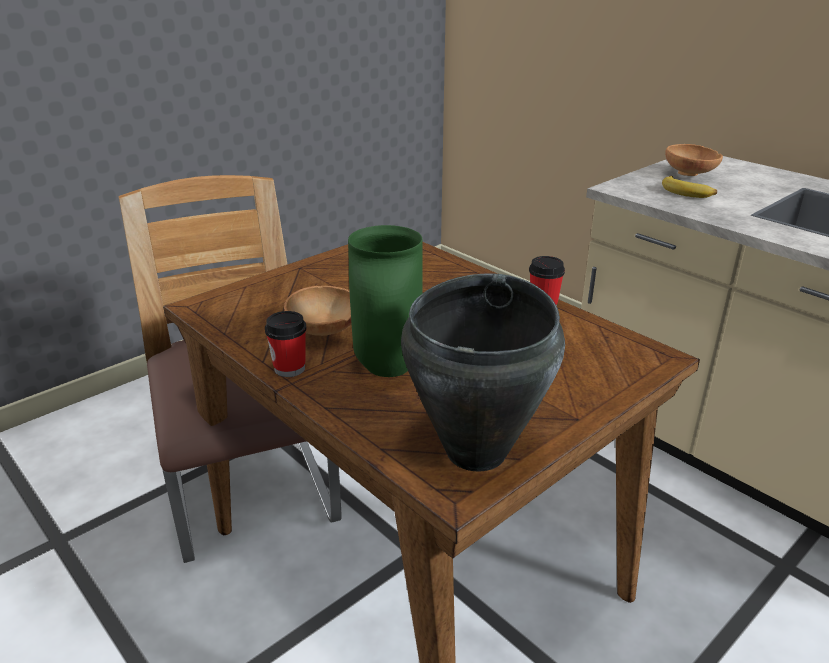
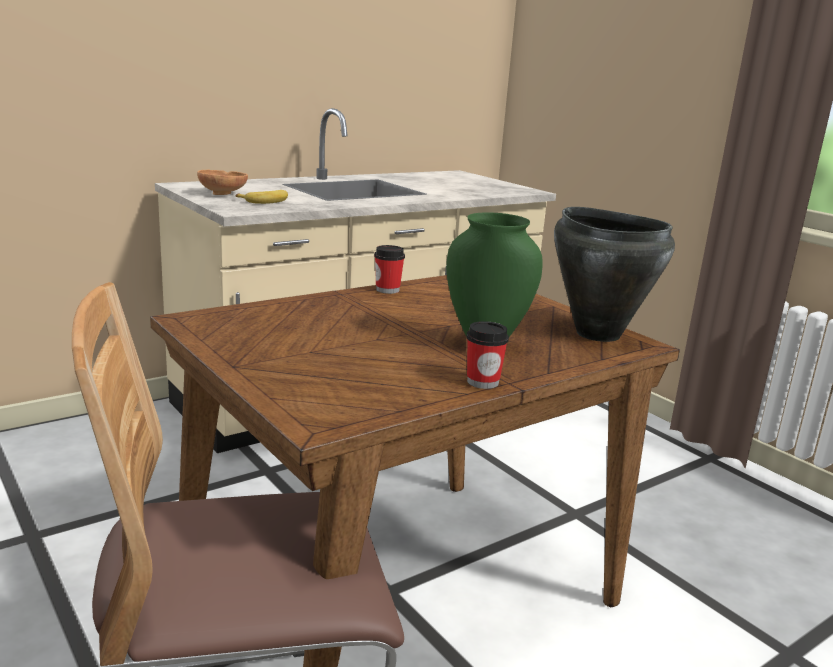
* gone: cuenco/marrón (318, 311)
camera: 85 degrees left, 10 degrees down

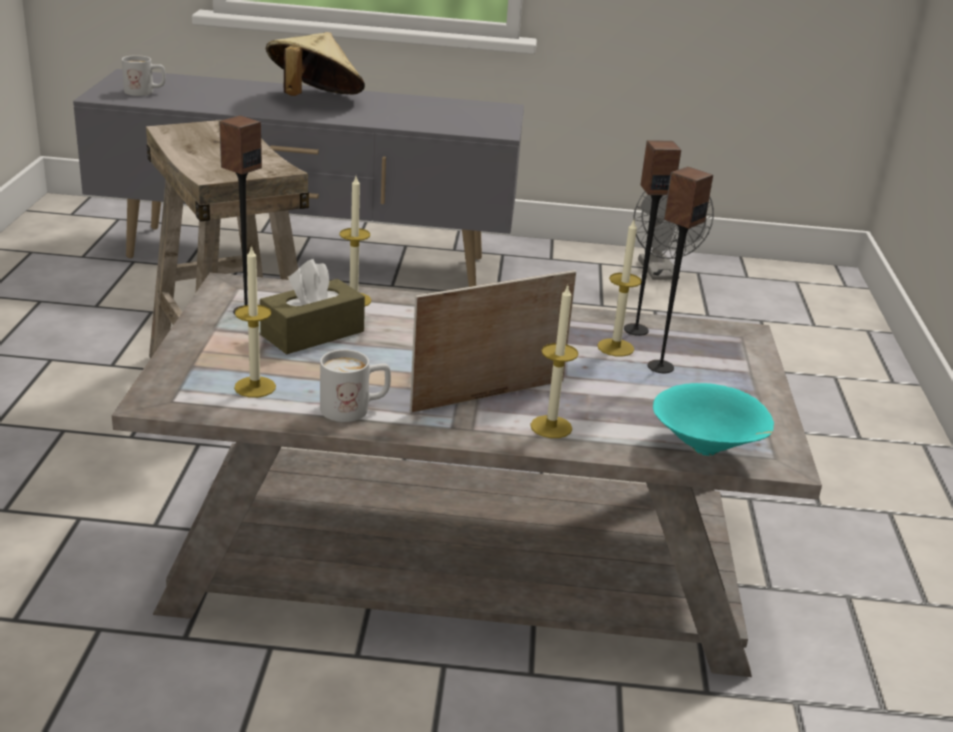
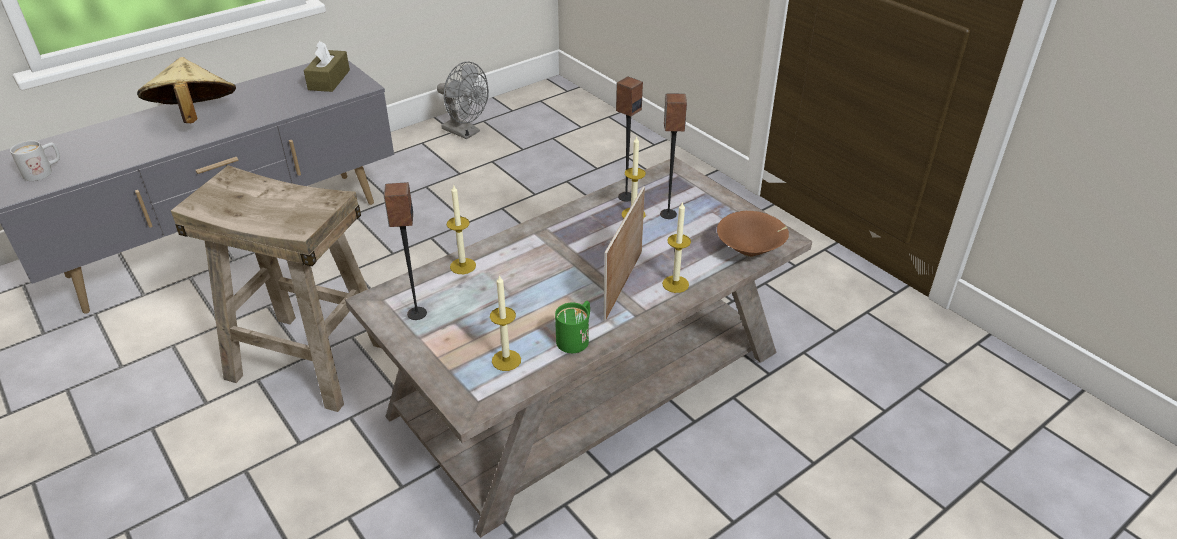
* shifted: caja de pañuelos/marrón (312, 307) to (327, 66)
* repainted: taza grande/blanco (355, 385) to taza grande/verde (572, 327)
* repainted: cuenco/turquesa (713, 419) to cuenco/marrón (753, 234)
camera: 40 degrees left, 10 degrees up

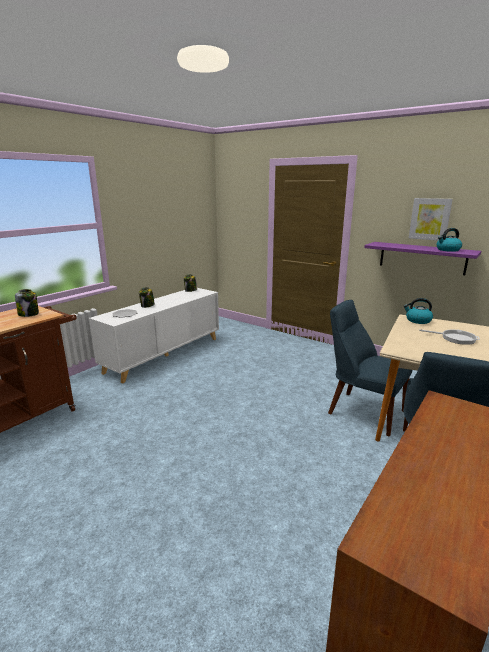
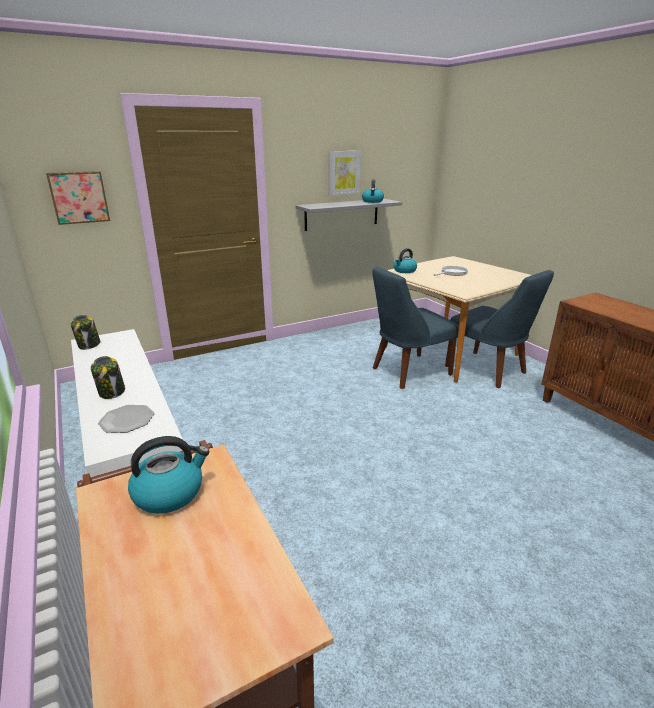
* new: cuadro (78, 198)
* swapped: tarro (27, 303) to hervidor (168, 475)
* repainted: estante/morado (422, 258) to estante/gris (349, 215)
camera: 65 degrees left, 5 degrees up

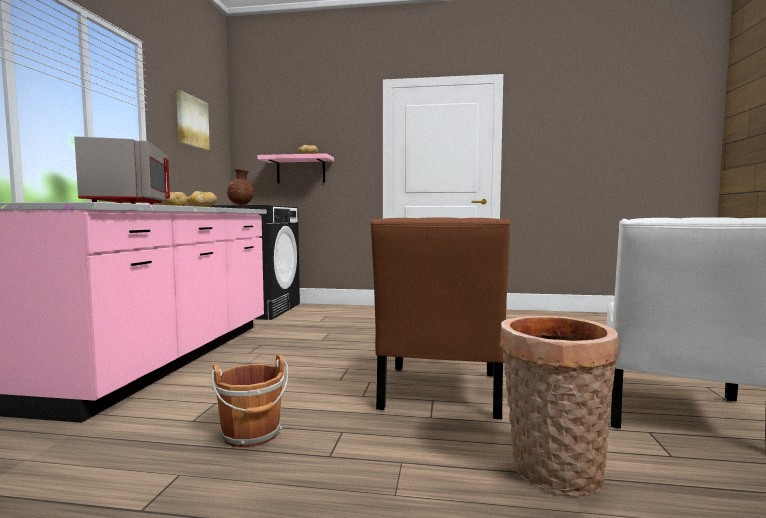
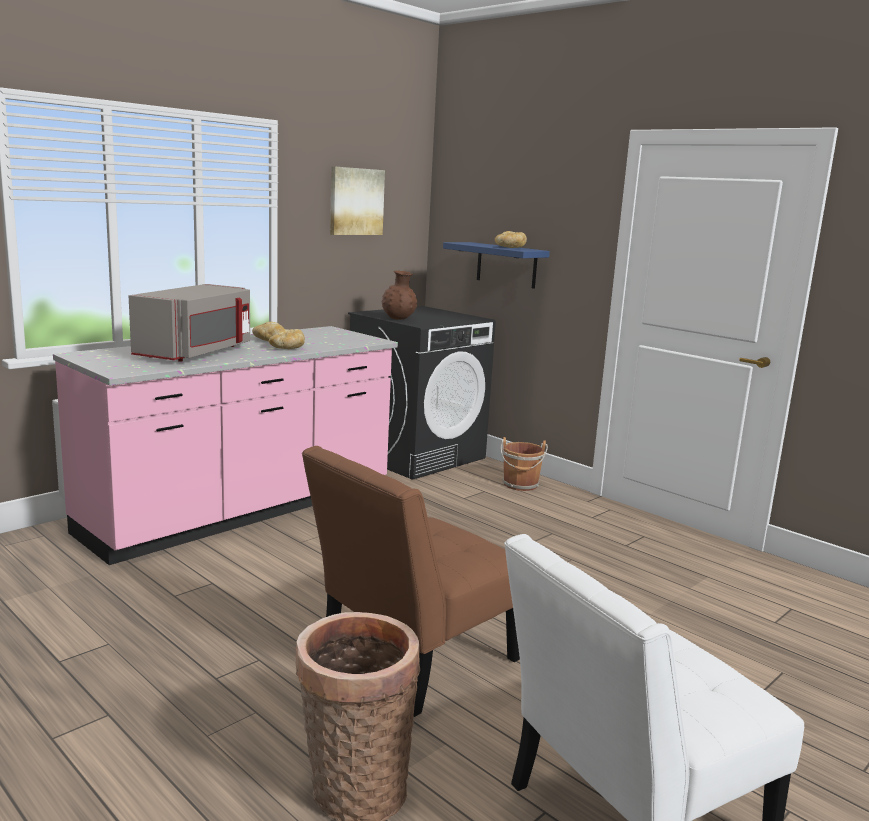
* repainted: estante/rosa (295, 168) to estante/azul (496, 265)
* shifted: cubo/marrón (249, 401) to (524, 464)
camera: 35 degrees right, 10 degrees up

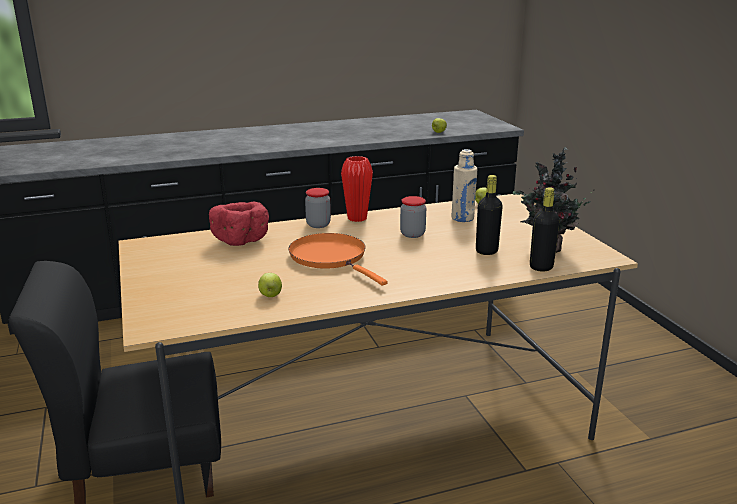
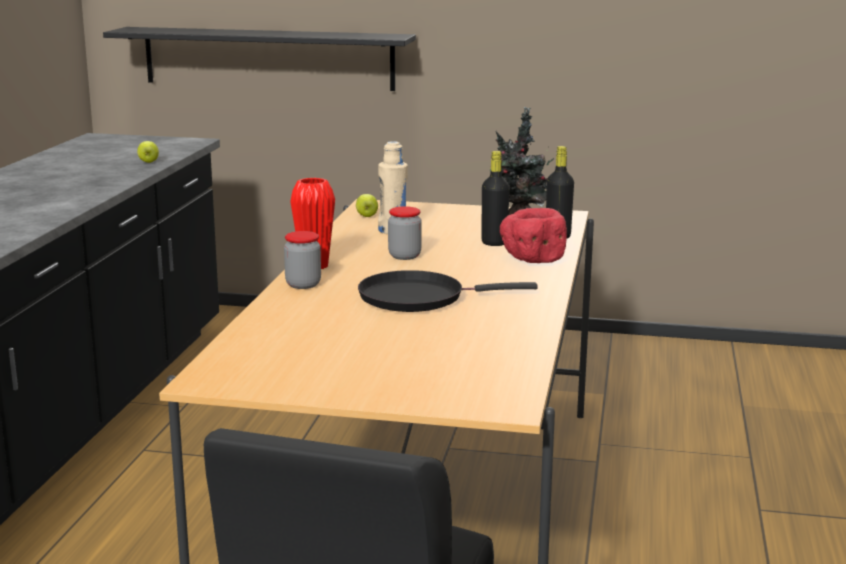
* new: estante/negro (259, 59)
* repainted: sartén/naranja (338, 259) to sartén/negro (448, 291)
* shifted: cuenco/rojo (239, 223) to (533, 235)
* gone: manzana (270, 285)
camera: 60 degrees left, 5 degrees down

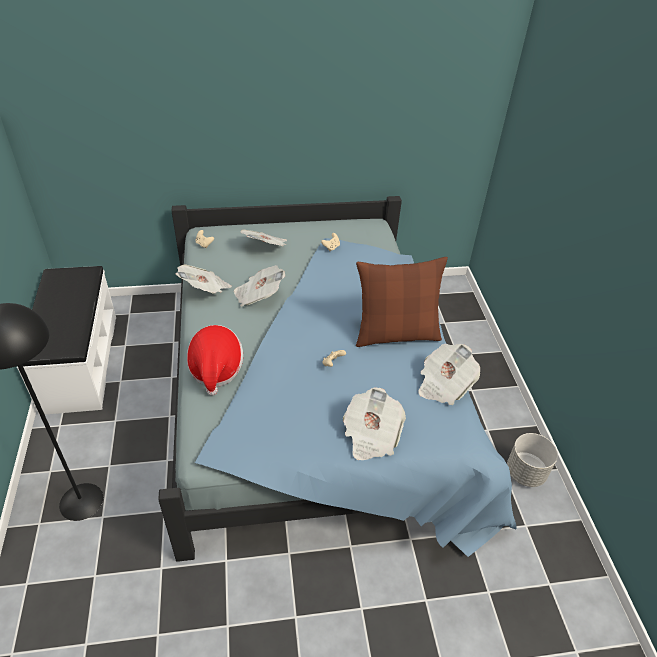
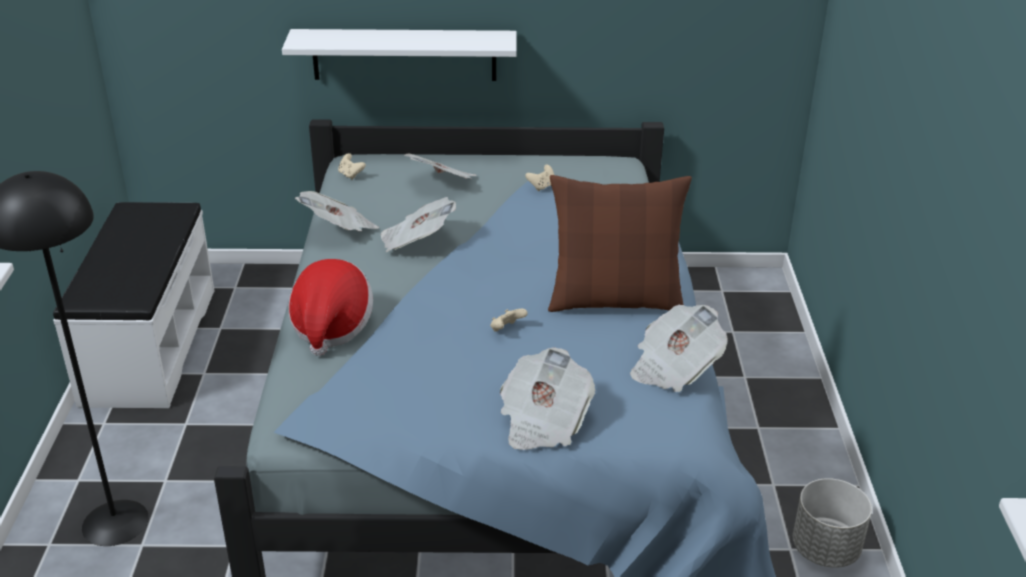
* new: estante/blanco (399, 55)
camera: 10 degrees right, 10 degrees down

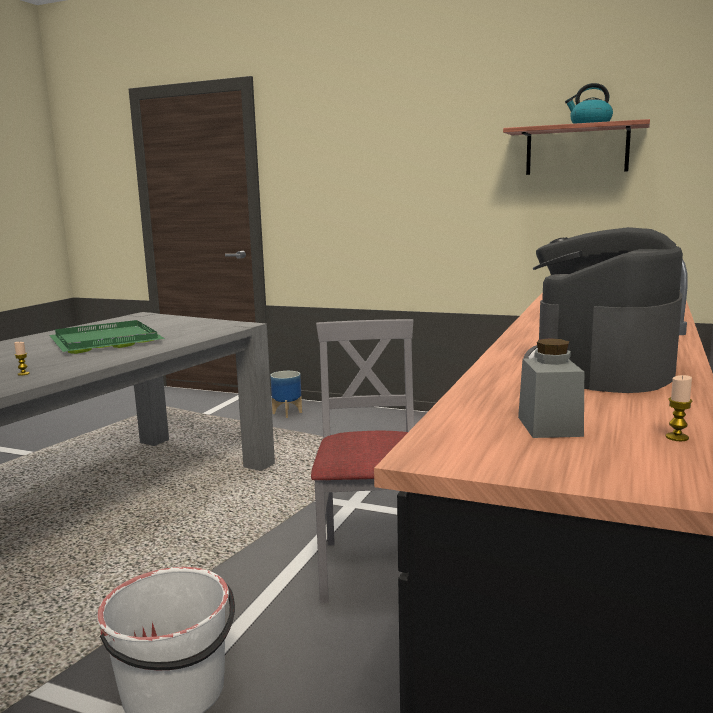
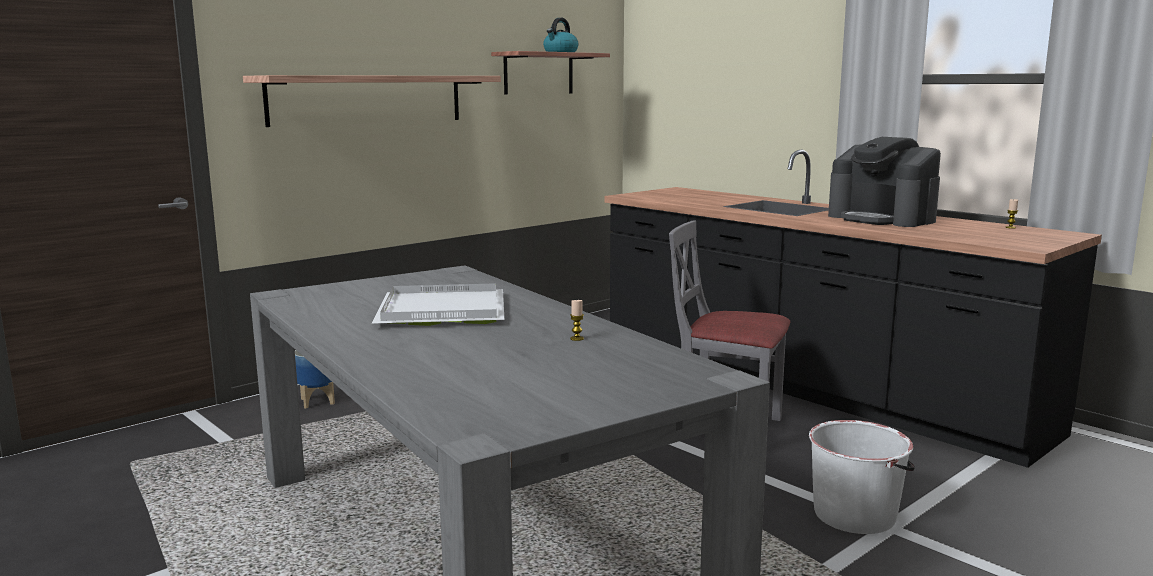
* new: estante (372, 101)
* repainted: bandeja/verde (107, 337) to bandeja/blanco (438, 304)
* gone: tarro/gris (551, 388)
camera: 65 degrees left, 0 degrees up

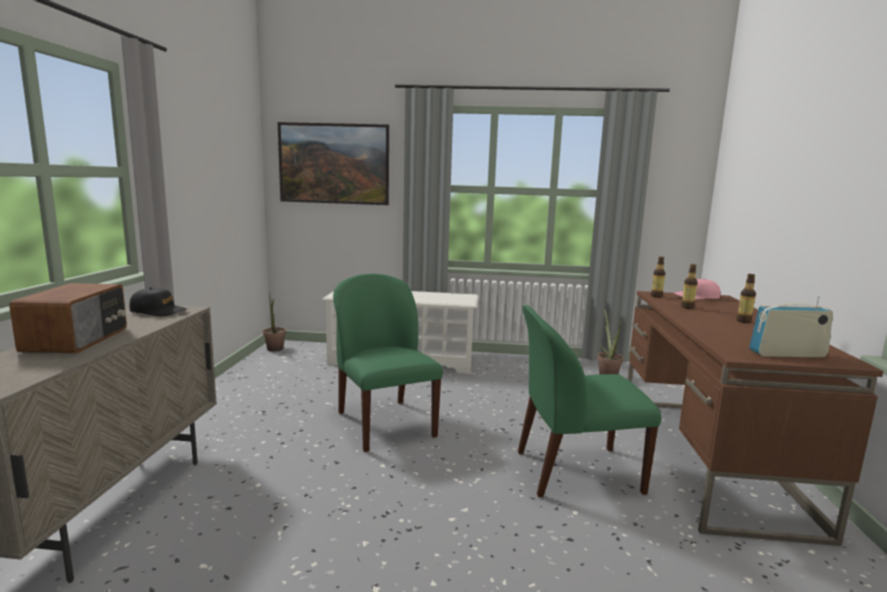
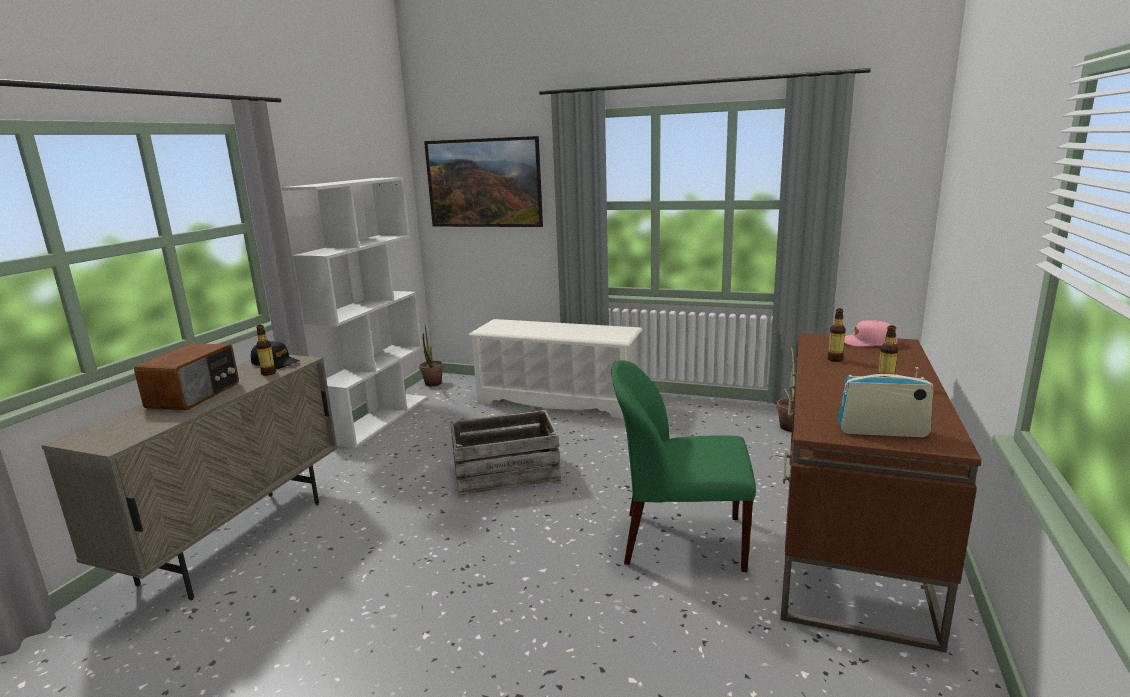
* shifted: botella (658, 277) to (266, 350)
* new: estantería/blanco (354, 312)
* swapped: silla/verde (388, 363) to caja de embalaje (505, 454)
camera: 15 degrees right, 5 degrees up

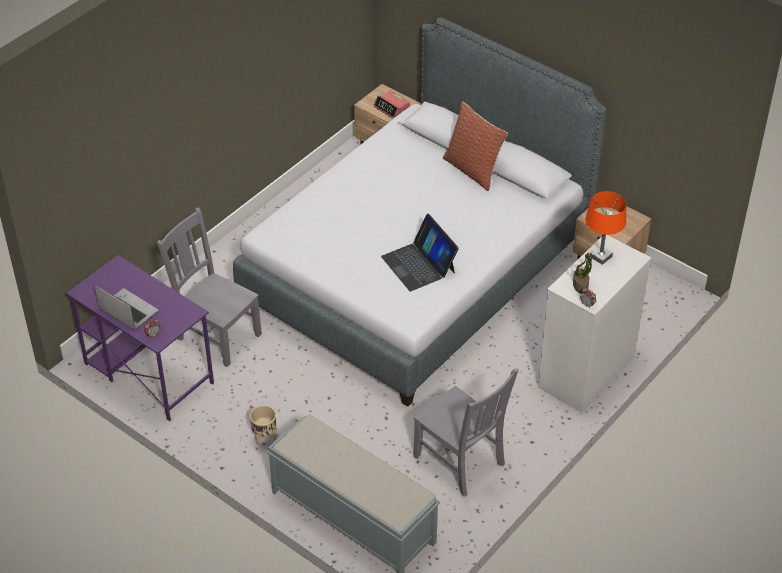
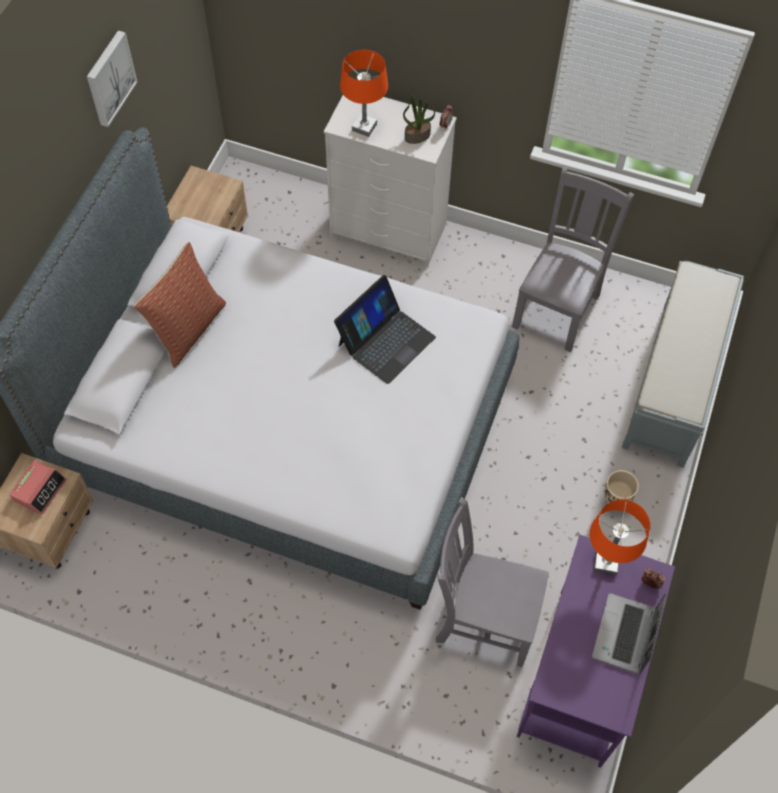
* new: cuadro (112, 79)
* rotated: silla/gris (209, 287) = (492, 582) 90 degrees clockwise
* new: lámpara de mesa/naranja (620, 537)
camera: 110 degrees left, 15 degrees up

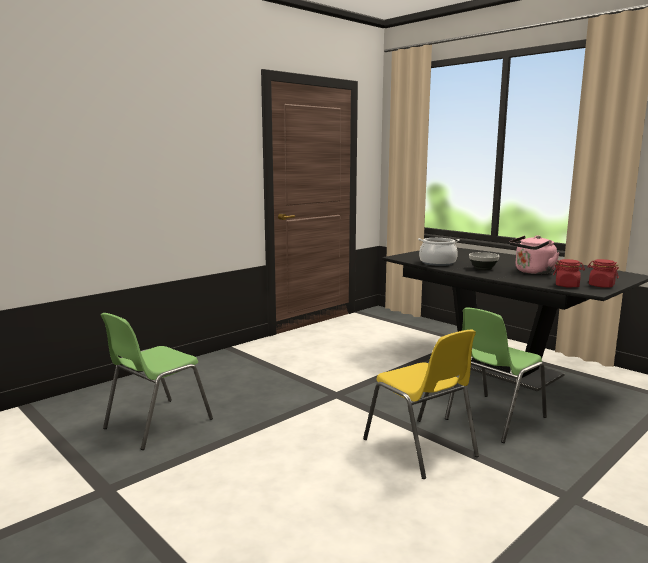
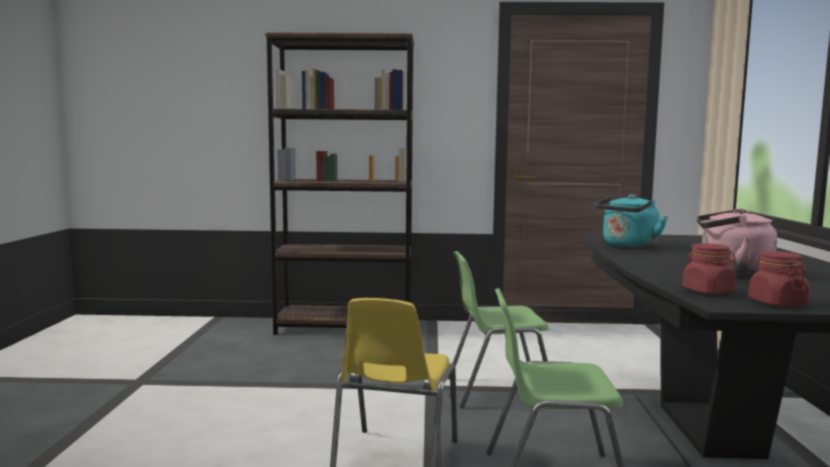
* new: estantería/marrón (340, 183)
* shifted: silla/verde (157, 381) to (498, 329)
* swapped: olla (439, 252) to hervidor/turquesa (631, 221)
* gone: cuenco (484, 261)
camera: 45 degrees right, 5 degrees down

